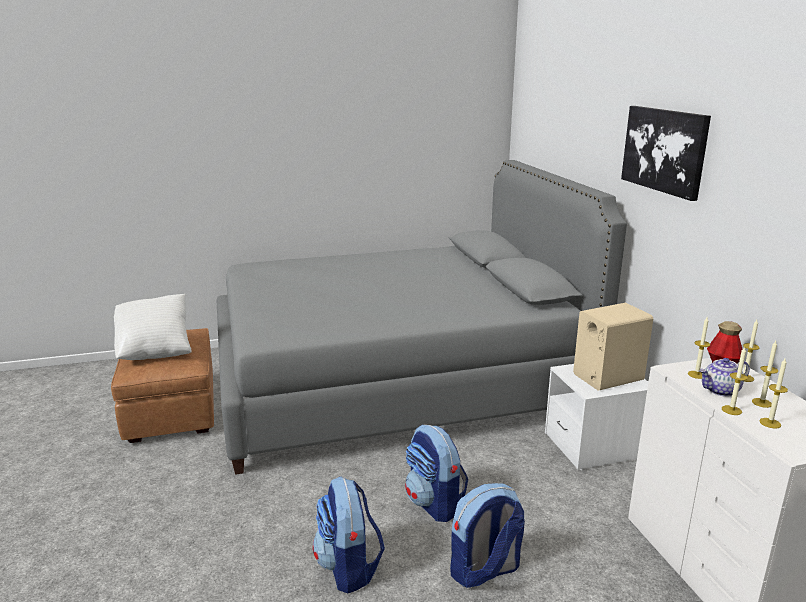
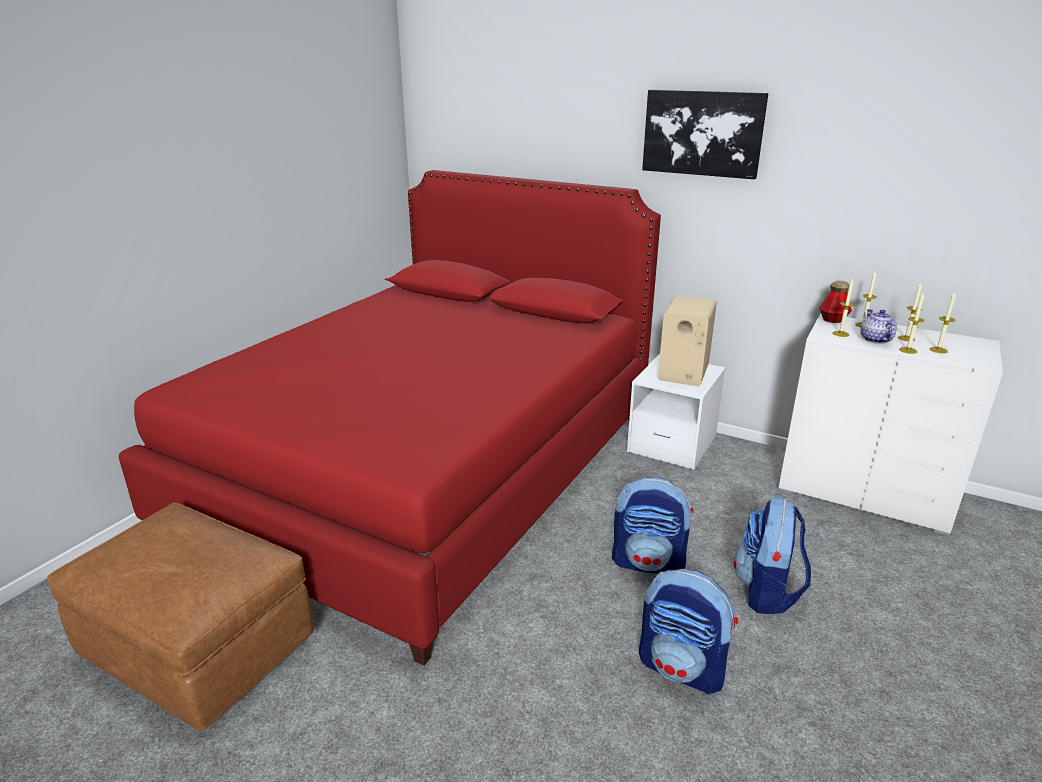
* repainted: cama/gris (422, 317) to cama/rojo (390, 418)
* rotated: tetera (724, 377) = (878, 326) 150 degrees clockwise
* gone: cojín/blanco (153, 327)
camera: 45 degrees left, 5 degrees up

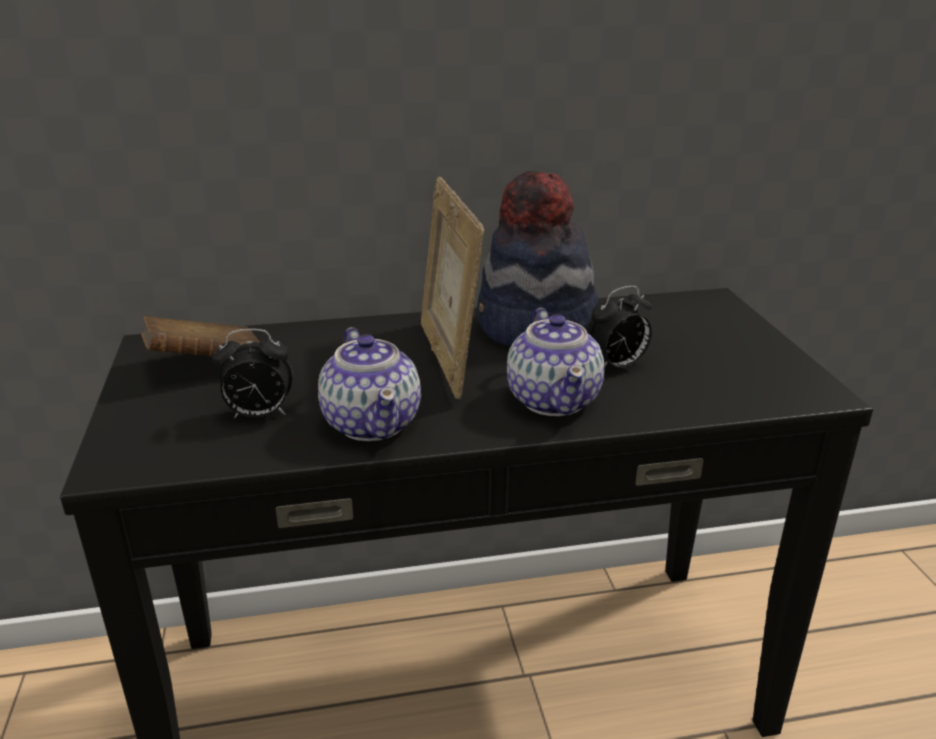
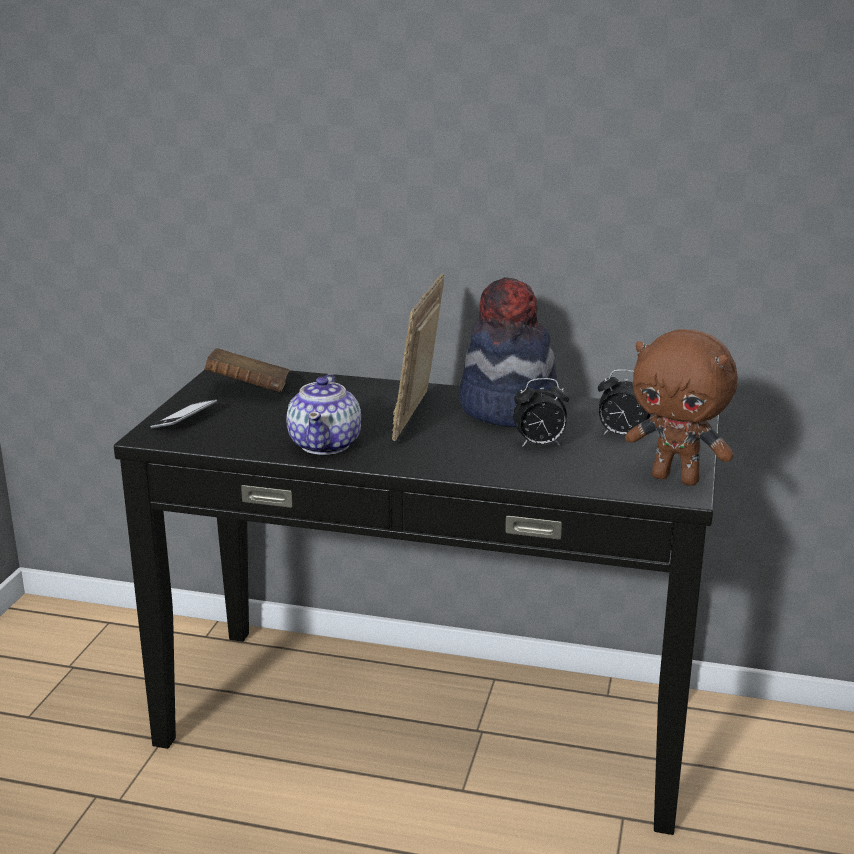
* new: móvil (183, 413)
* shifted: despertador (252, 373) to (624, 402)
* new: peluche/marrón (681, 407)
* gone: tetera (556, 362)
camera: 25 degrees right, 5 degrees down

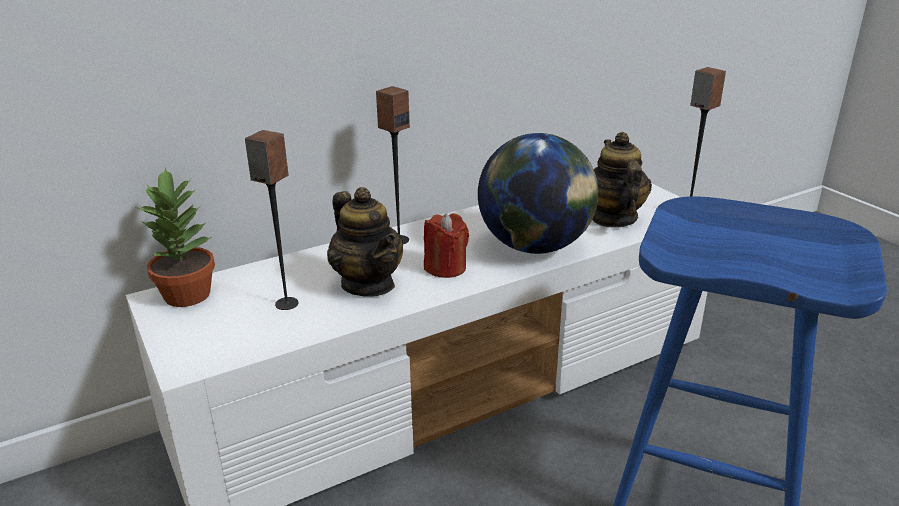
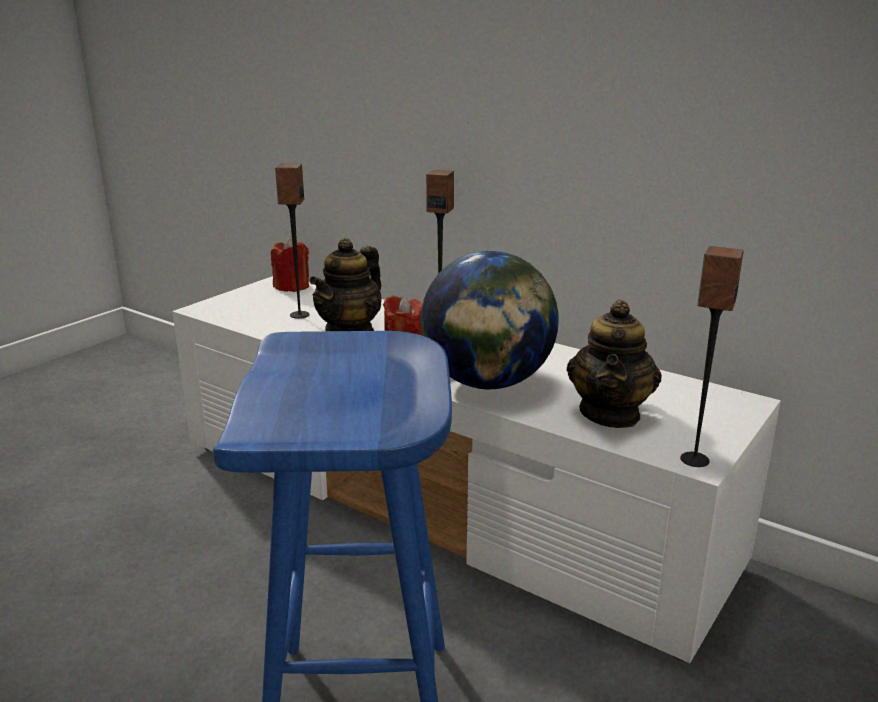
* swapped: planta en maceta (175, 237) to vela/rojo (290, 264)
* rotated: tetera (622, 180) = (614, 363) 135 degrees clockwise
camera: 65 degrees right, 5 degrees down

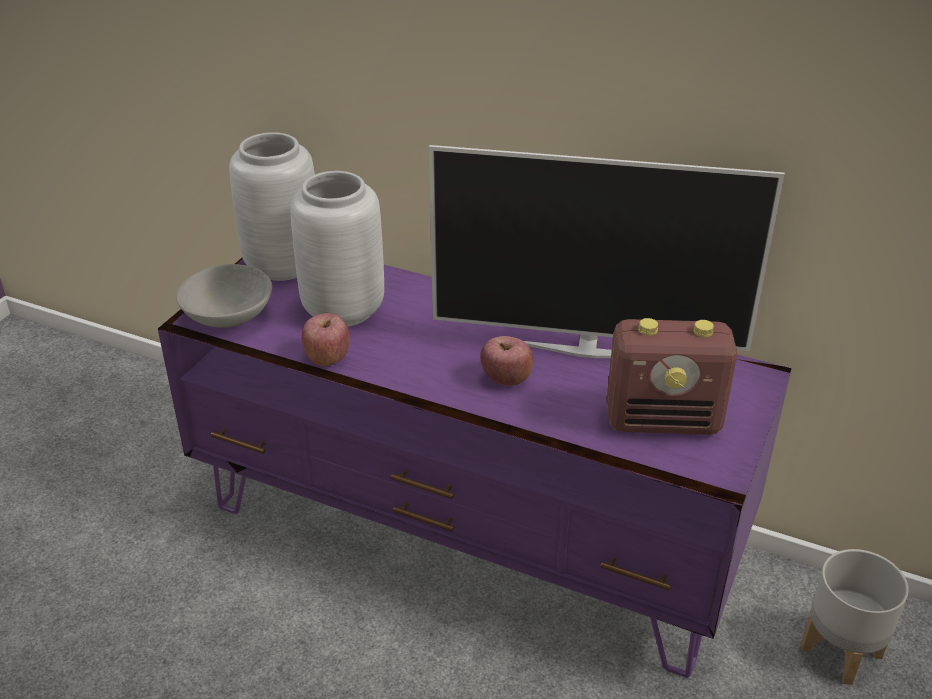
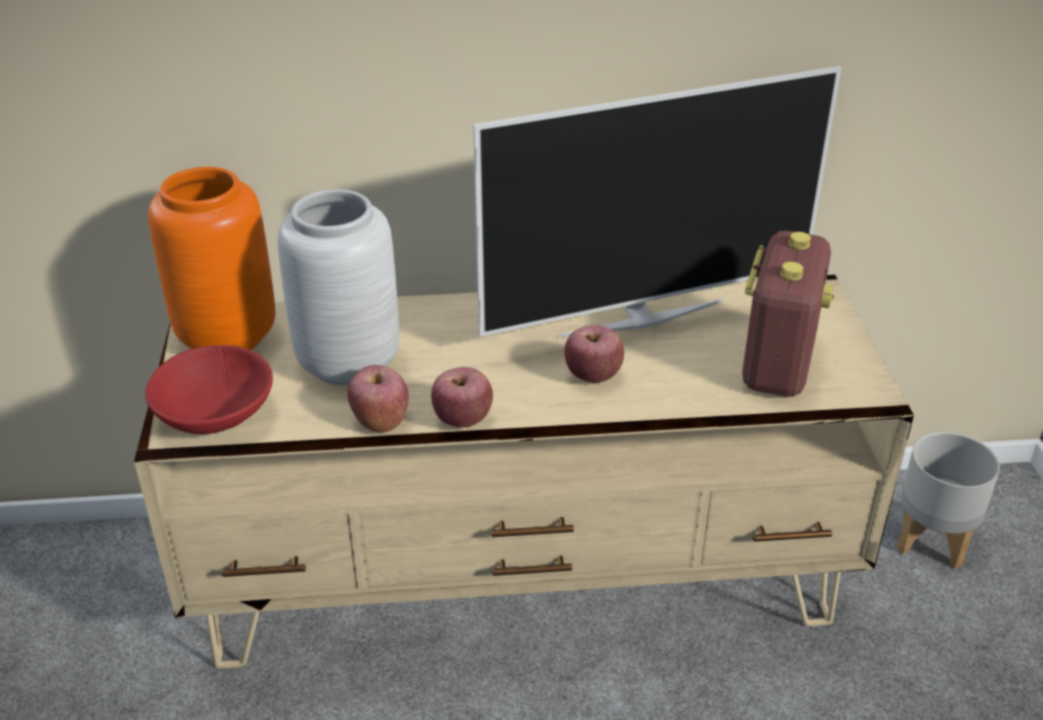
* repainted: mueble de televisión/morado (475, 468) to mueble de televisión/beis (524, 472)
* repainted: cuenco/gris (224, 296) to cuenco/rojo (209, 389)
* repainted: florero/gris (272, 206) to florero/naranja (212, 258)
* new: manzana (462, 397)
* rotated: radio (672, 376) = (788, 314) 45 degrees counterclockwise
camera: 30 degrees left, 0 degrees up

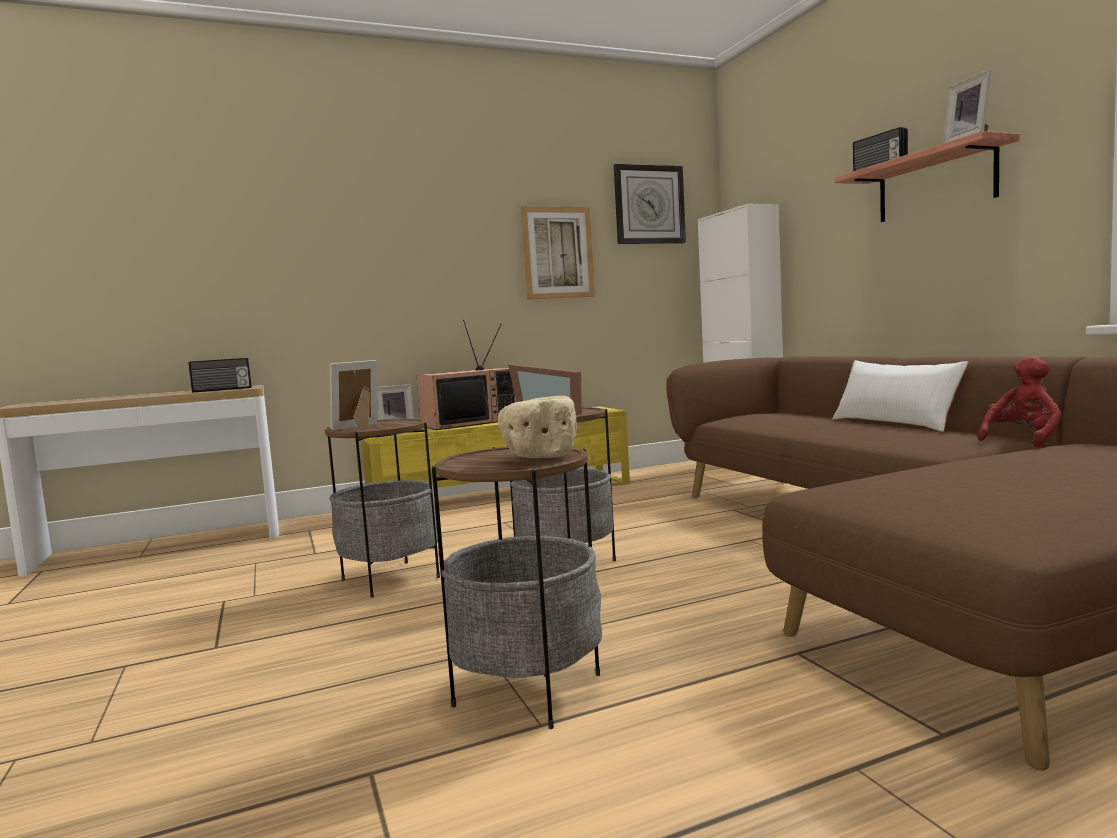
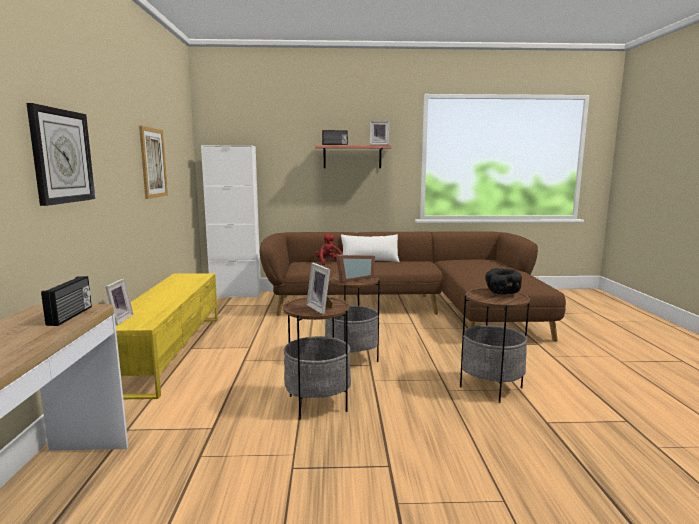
* shifted: reloj de pared (650, 204) to (60, 154)
* shifted: peluche/rojo (1020, 402) to (329, 249)
* repainted: cuenco/beis (537, 427) to cuenco/negro (503, 281)
* gone: televisor (466, 375)
camera: 70 degrees left, 5 degrees up

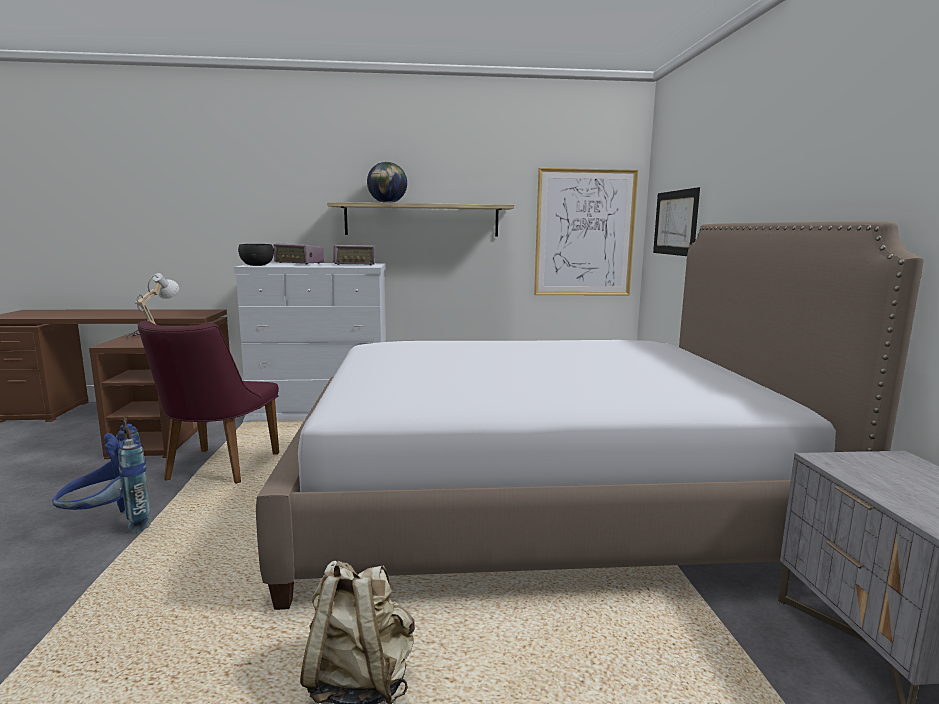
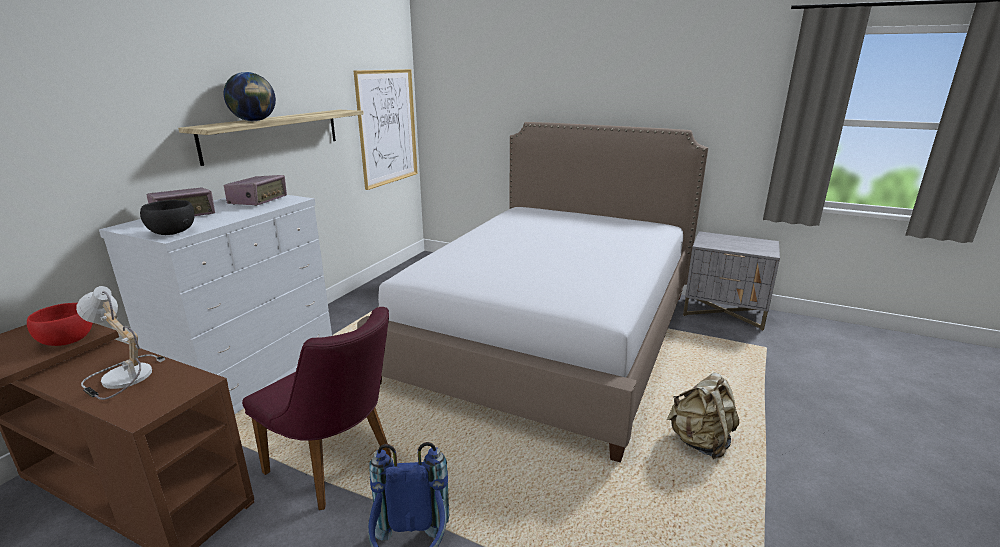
* new: cuenco/rojo (60, 324)
* gone: cuadro (676, 221)
camera: 60 degrees left, 10 degrees up

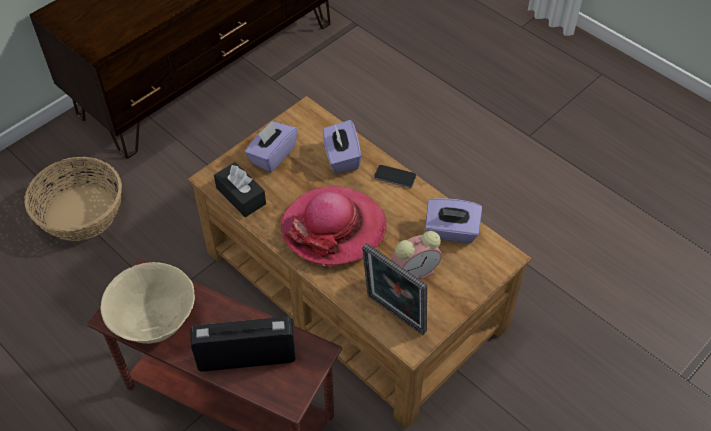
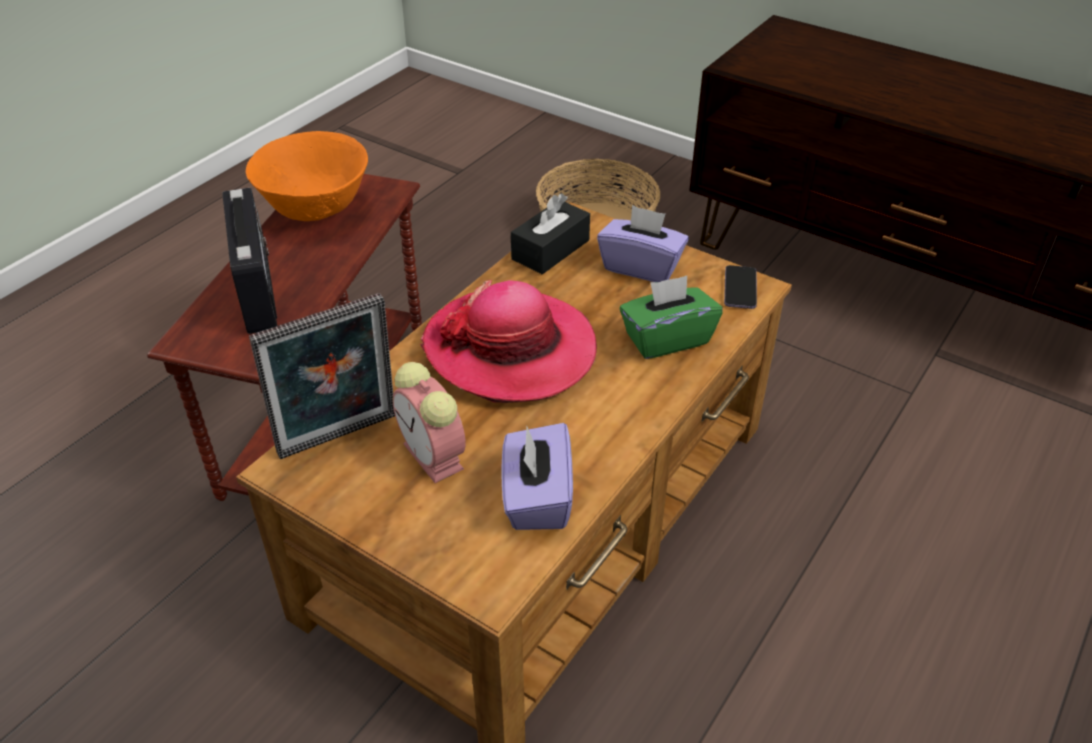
* repainted: cuenco/beis (148, 303) to cuenco/naranja (307, 176)
* rotated: portarretratos (394, 289) = (322, 376) 150 degrees counterclockwise
* repainted: caja de pañuelos/morado (342, 146) to caja de pañuelos/verde (671, 317)
* shifted: móvil (395, 176) to (740, 287)
camera: 80 degrees right, 10 degrees down

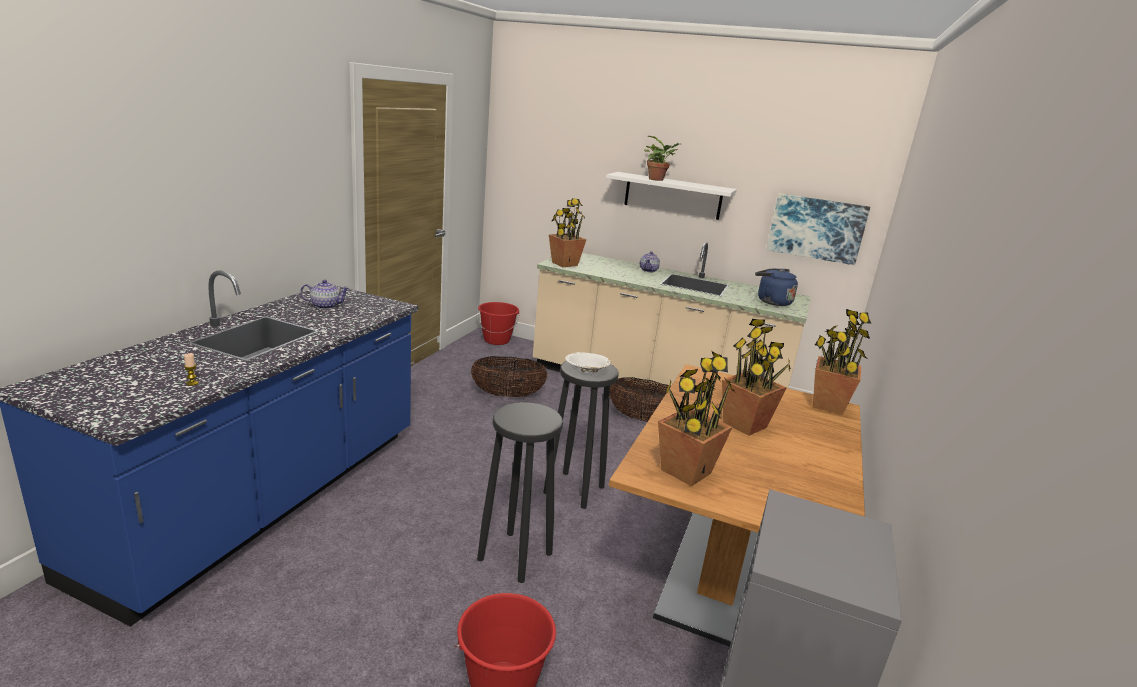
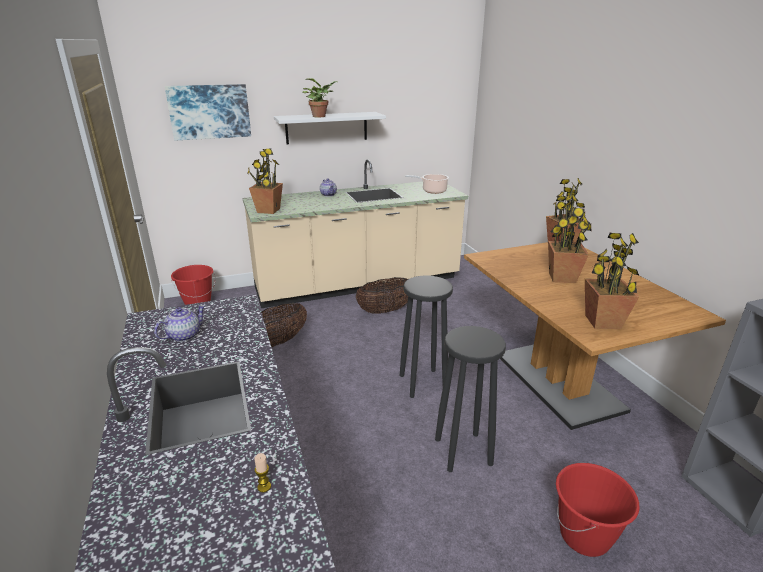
* shifted: cuadro (818, 229) to (208, 112)
* swapped: hervidor/azul (776, 287) to olla (427, 184)
* gone: cuenco/blanco (588, 364)
camera: 40 degrees left, 5 degrees up

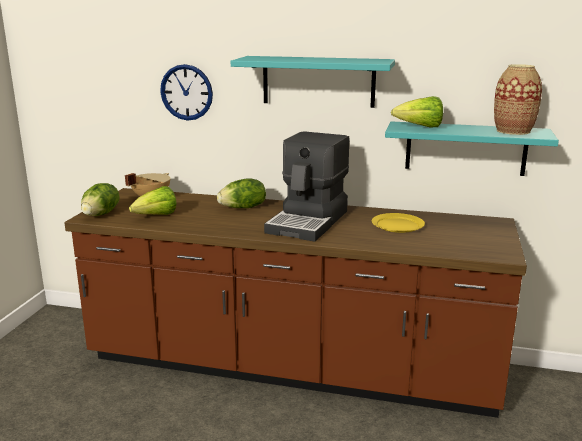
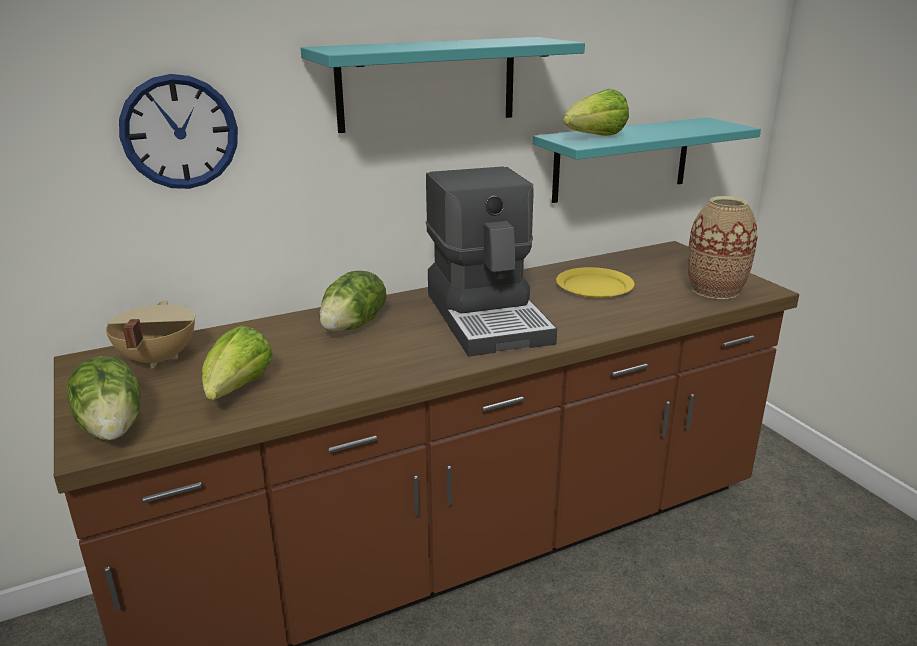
* shifted: florero (518, 99) to (722, 247)
camera: 40 degrees left, 5 degrees up

